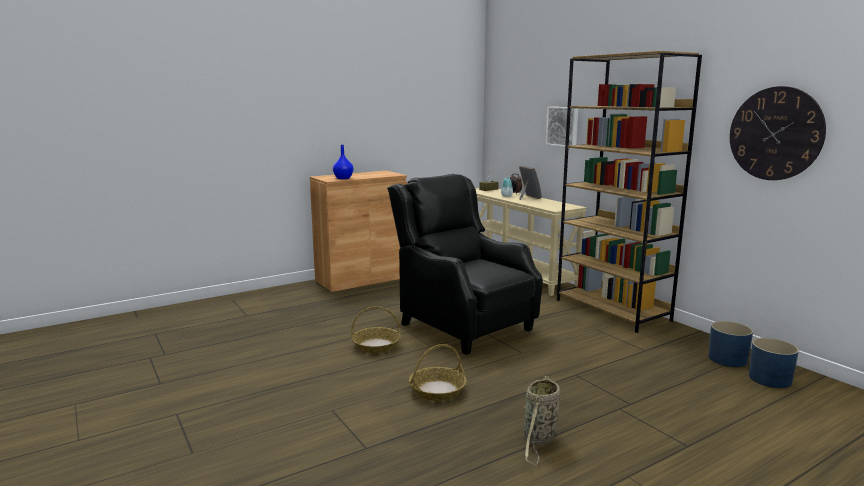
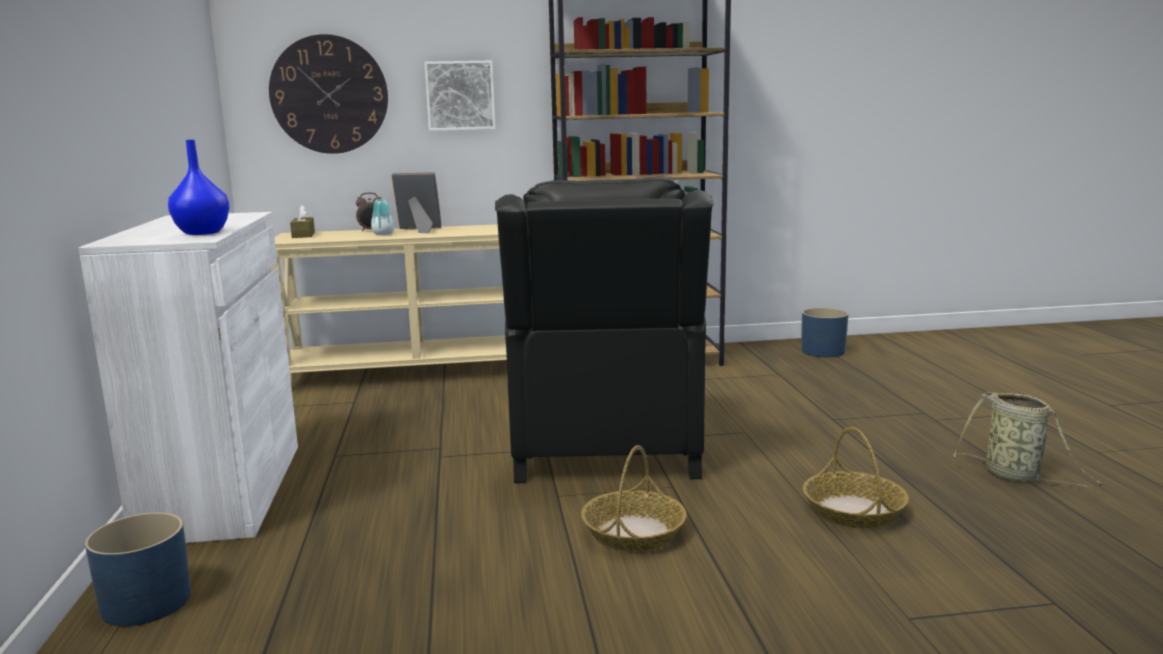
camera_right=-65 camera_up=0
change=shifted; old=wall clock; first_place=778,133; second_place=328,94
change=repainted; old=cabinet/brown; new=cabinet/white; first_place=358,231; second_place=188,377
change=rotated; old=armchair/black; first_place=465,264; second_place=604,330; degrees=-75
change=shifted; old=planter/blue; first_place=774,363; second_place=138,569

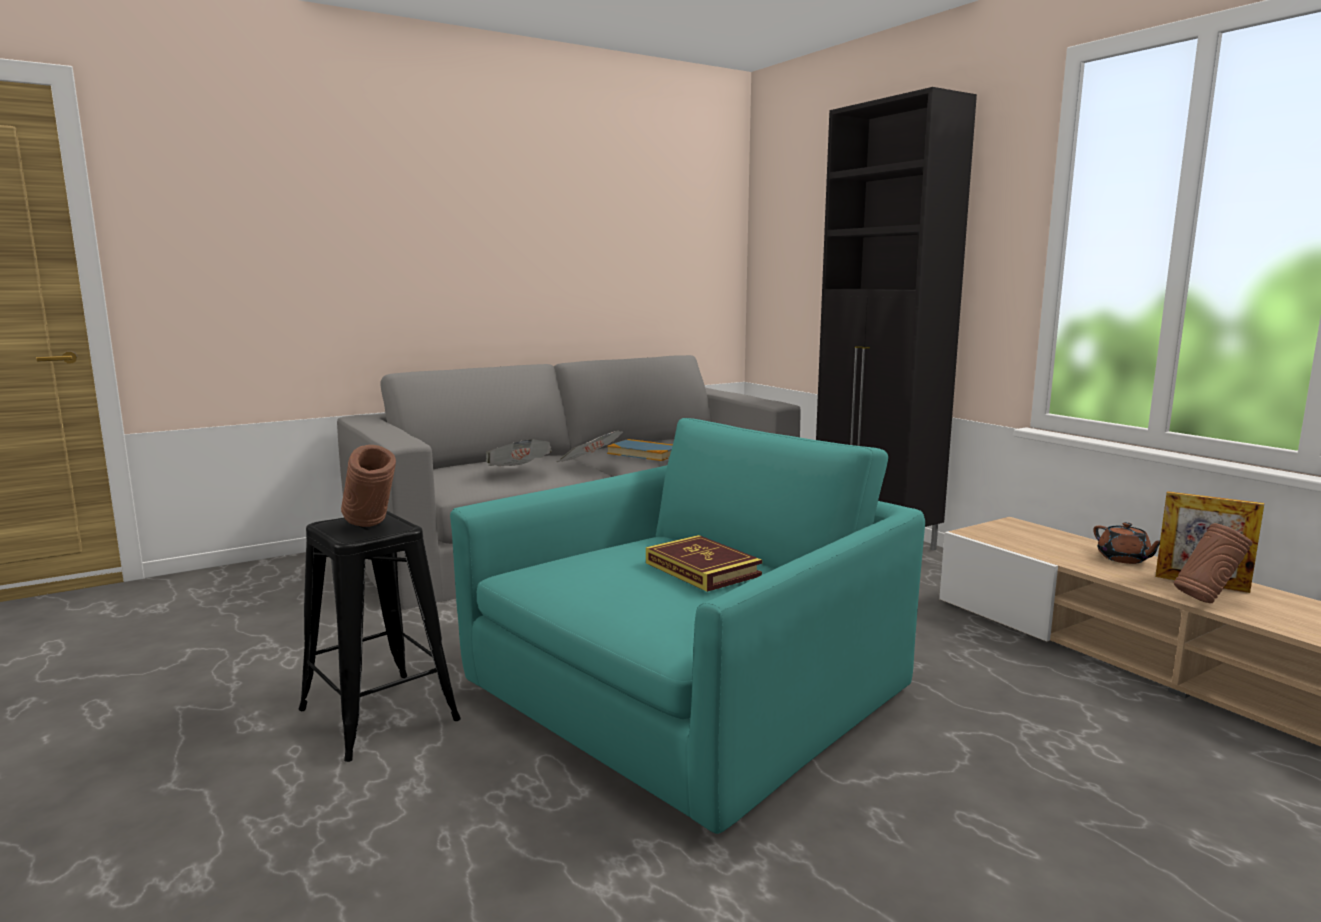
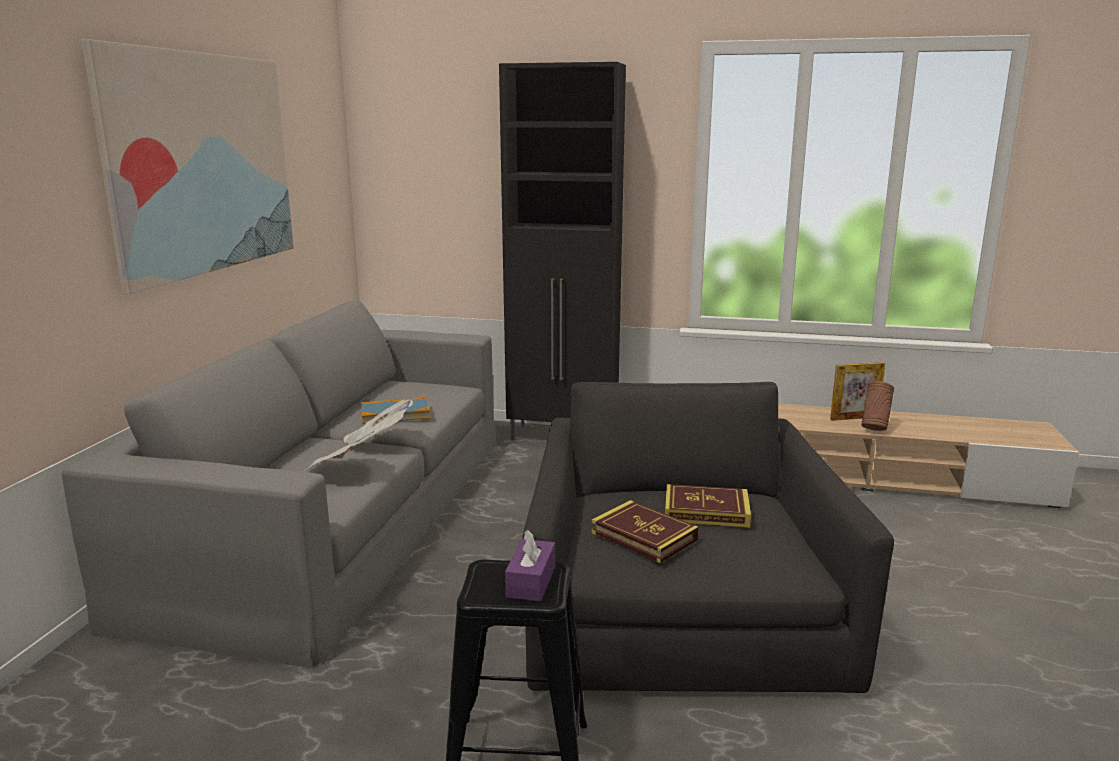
camera_right=-45 camera_up=5
change=repainted; old=armchair/turquoise; new=armchair/black; first_place=687,626; second_place=708,537
change=swapped; old=vase/brown; new=tissue box/purple; first_place=368,486; second_place=530,566
change=gone; old=teapot/brown; first_place=1126,543
change=new; new=picture; second_place=187,167
change=new; new=book; second_place=645,531

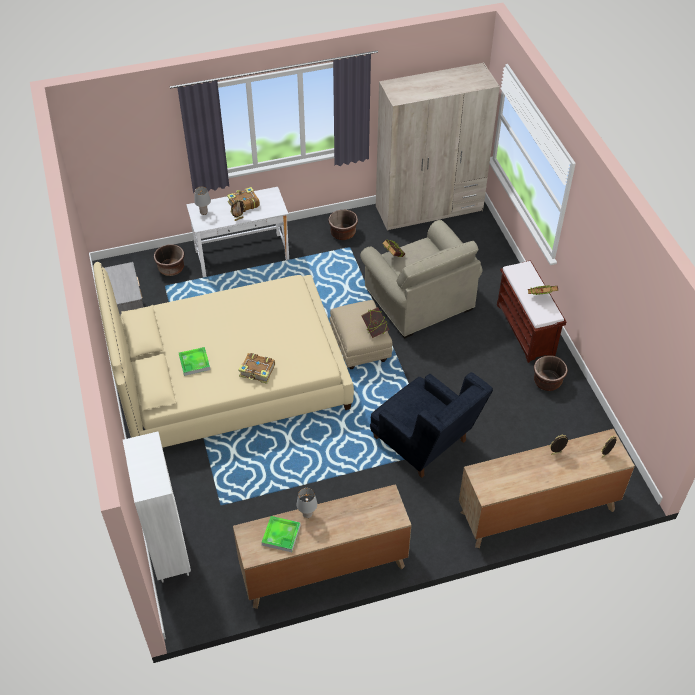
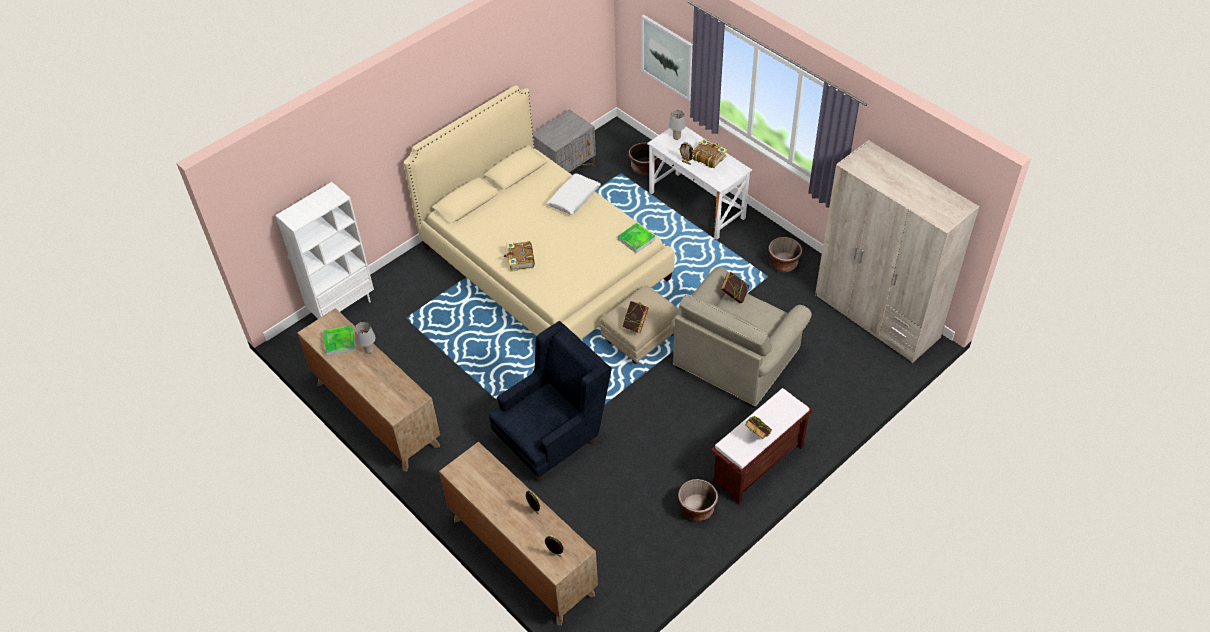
camera_right=65 camera_up=0
change=shifted; old=tray; first_place=194,361; second_place=636,238
change=rotated; old=armchair/blue; first_place=431,425; second_place=550,401; degrees=-150
change=new; new=picture; second_place=667,58
change=new; new=pillow/white; second_place=573,194

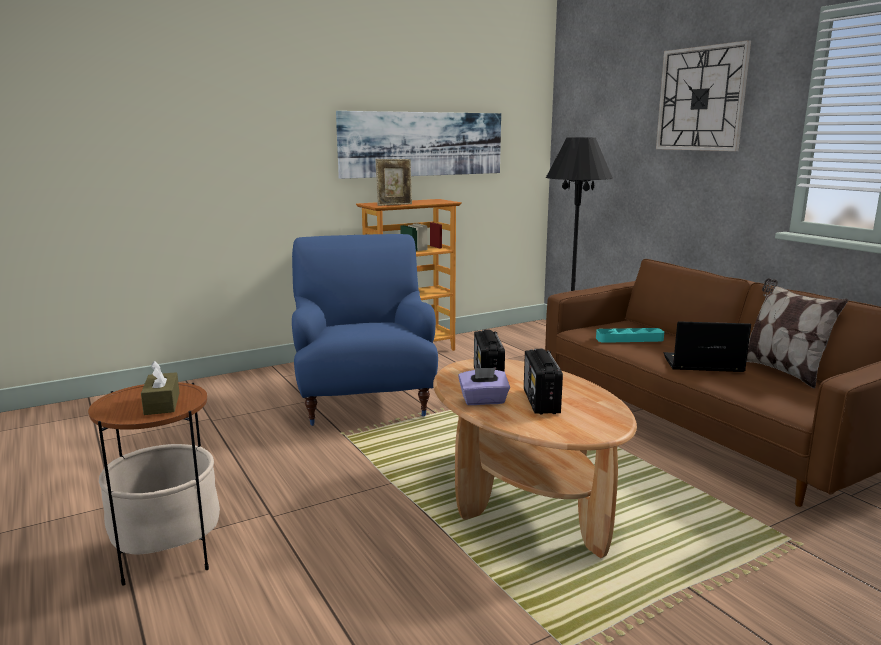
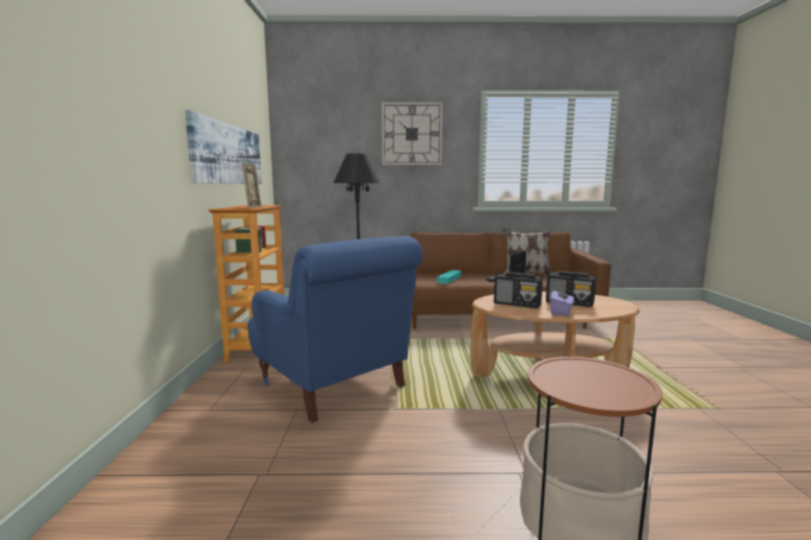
camera_right=-60 camera_up=-5
change=rotated; old=armchair/blue; first_place=365,330; second_place=335,329; degrees=-150
change=gone; old=tissue box/brown; first_place=160,388

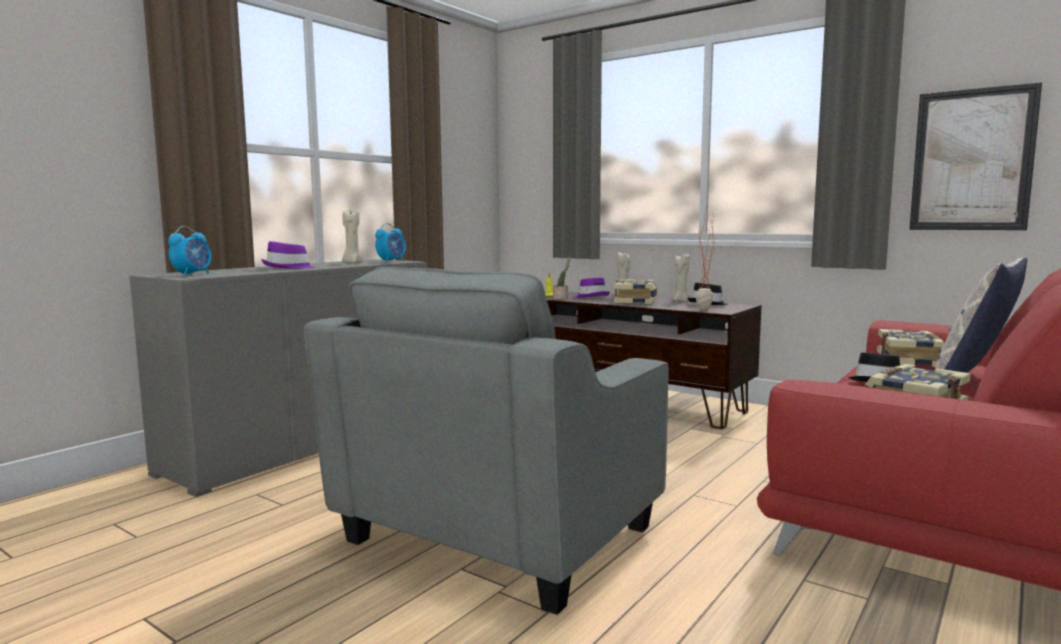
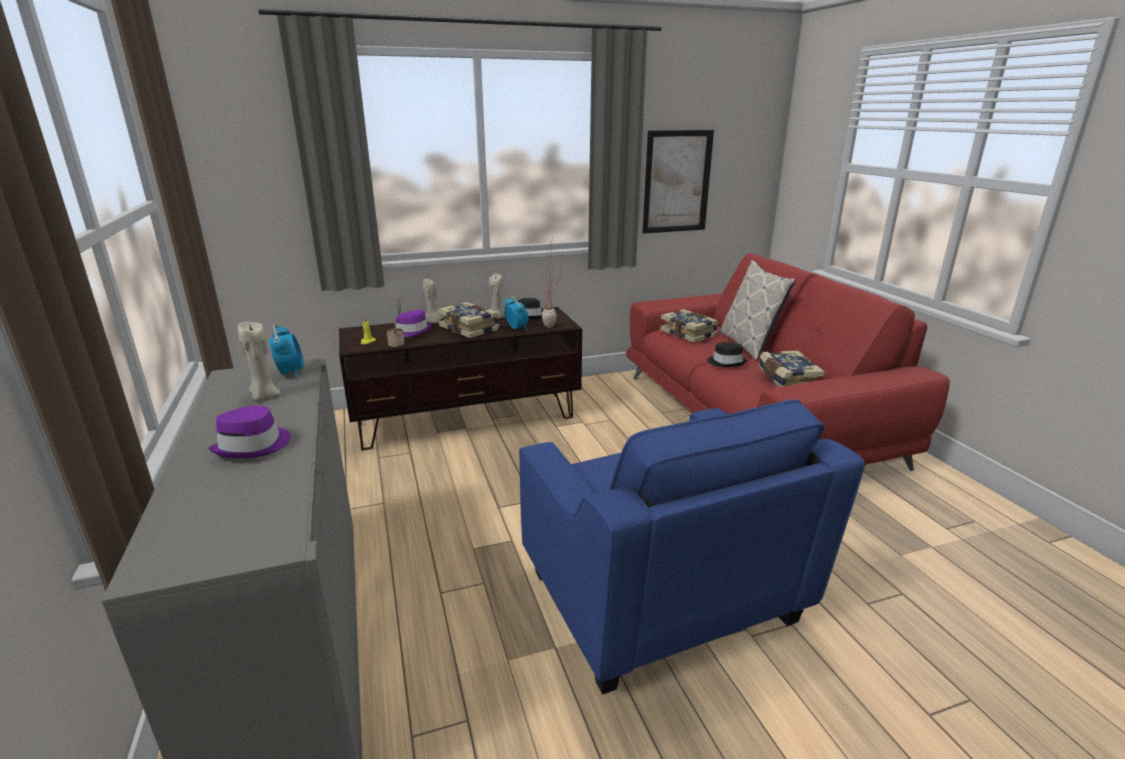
camera_right=-55 camera_up=15
change=shifted; old=alarm clock; first_place=189,251; second_place=517,313
change=repainted; old=armchair/grey; new=armchair/blue; first_place=486,441; second_place=692,547

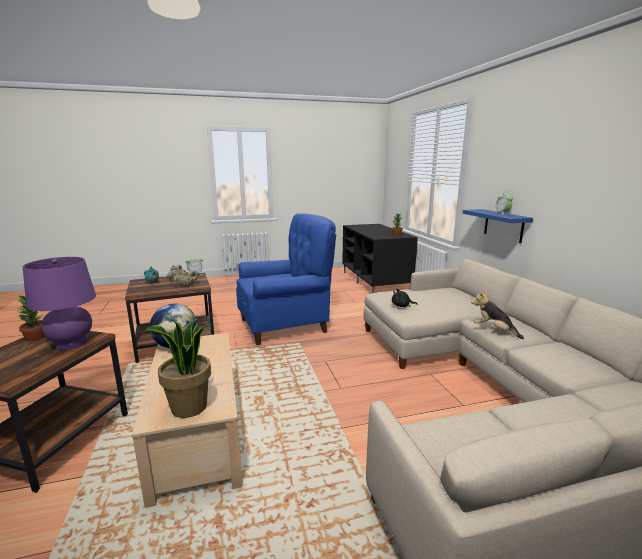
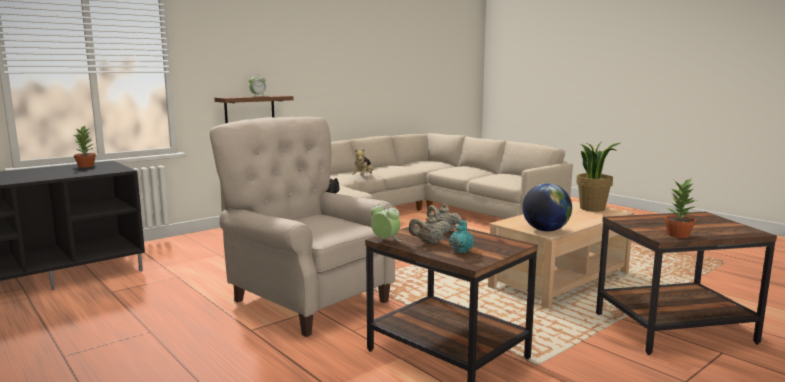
camera_right=-115 camera_up=-5
change=repainted; old=shelf/blue; new=shelf/brown; first_place=498,226; second_place=253,109
change=repainted; old=armchair/blue; new=armchair/beige; first_place=286,279; second_place=302,227
change=gone; old=table lamp/purple; first_place=59,303

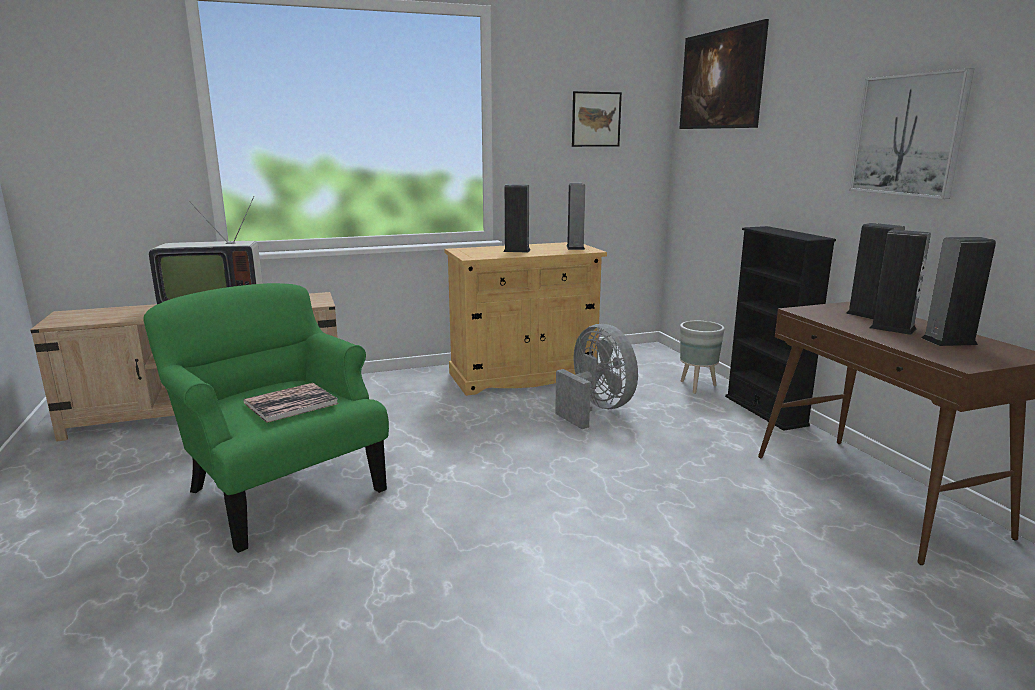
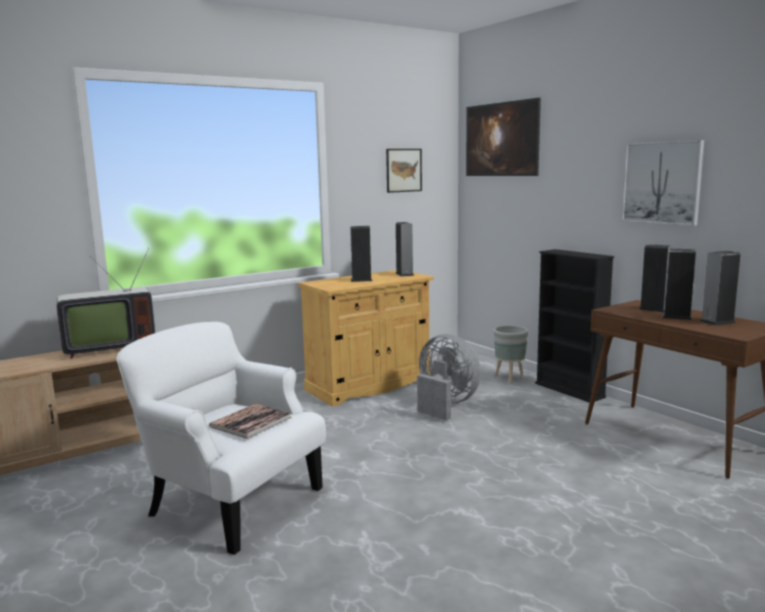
camera_right=-15 camera_up=-5
change=repainted; old=armchair/green; new=armchair/white; first_place=266,418; second_place=221,438

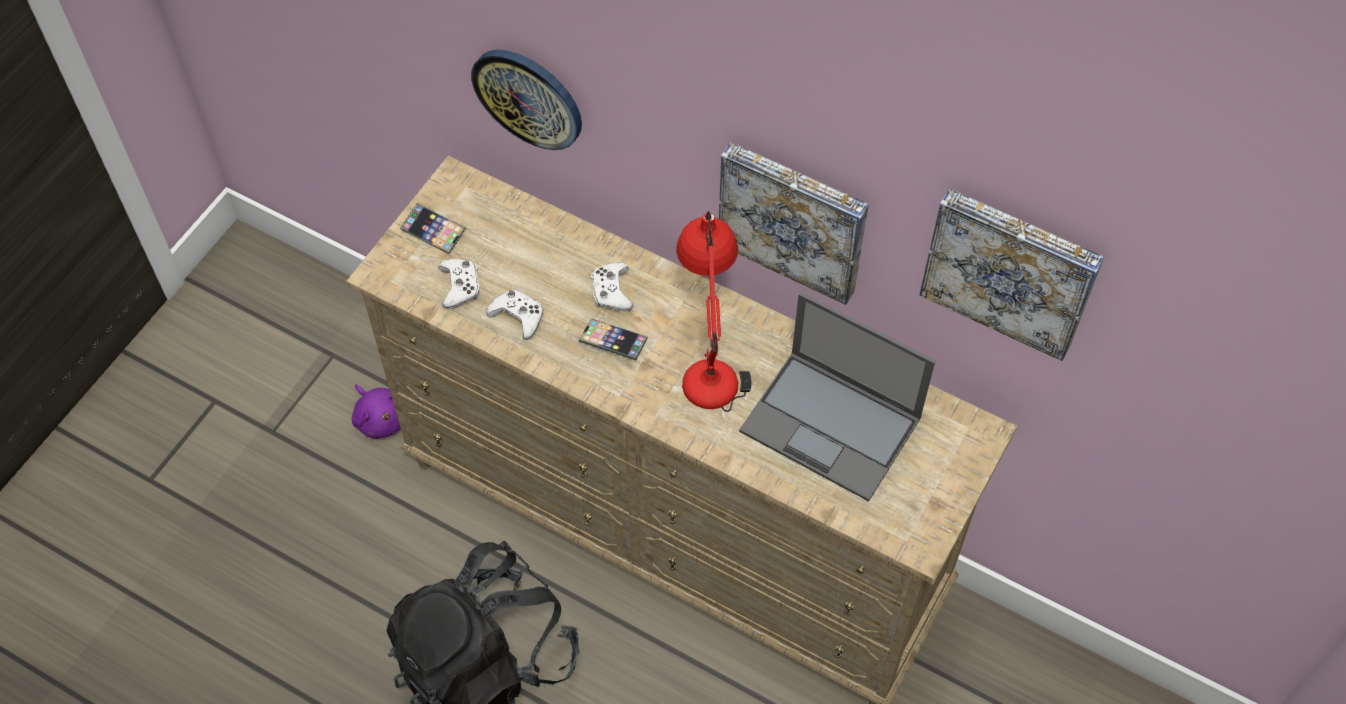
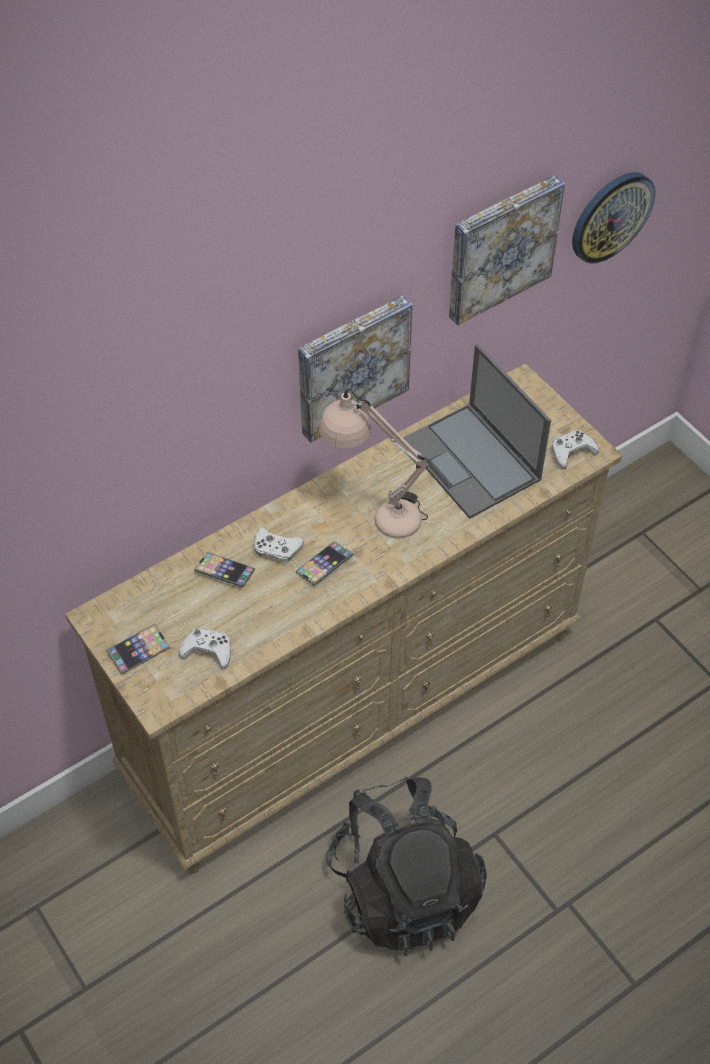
camera_right=-65 camera_up=-5
change=shifted; old=wall clock; first_place=526,100; second_place=613,218
change=repainted; old=table lamp/red; new=table lamp/beige; first_place=714,311; second_place=374,464
change=shifted; old=game controller/white; first_place=514,314; second_place=575,449
change=rotated; old=laptop; first_place=837,397; second_place=477,431; degrees=90
change=gone; old=plush toy/purple; first_place=376,411
change=new; new=phone; second_place=224,569

